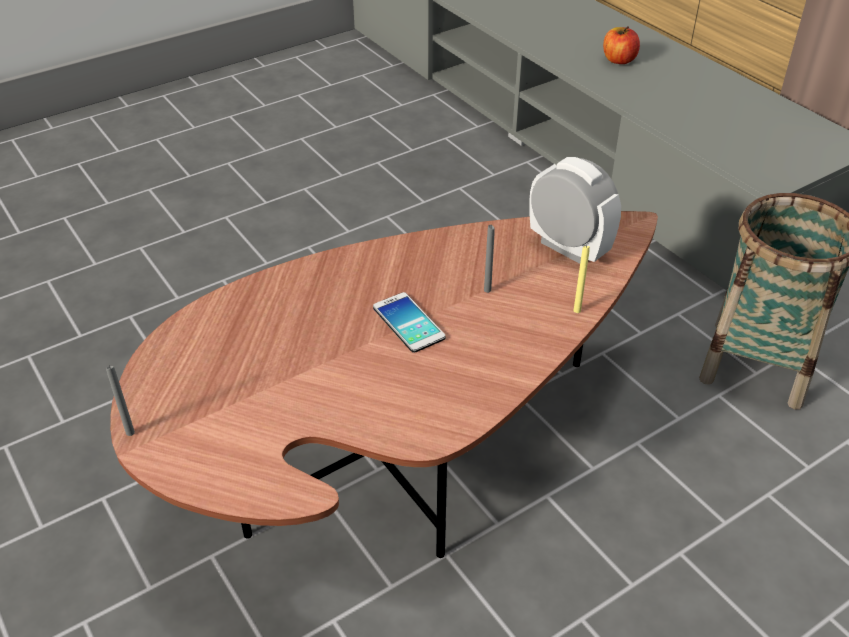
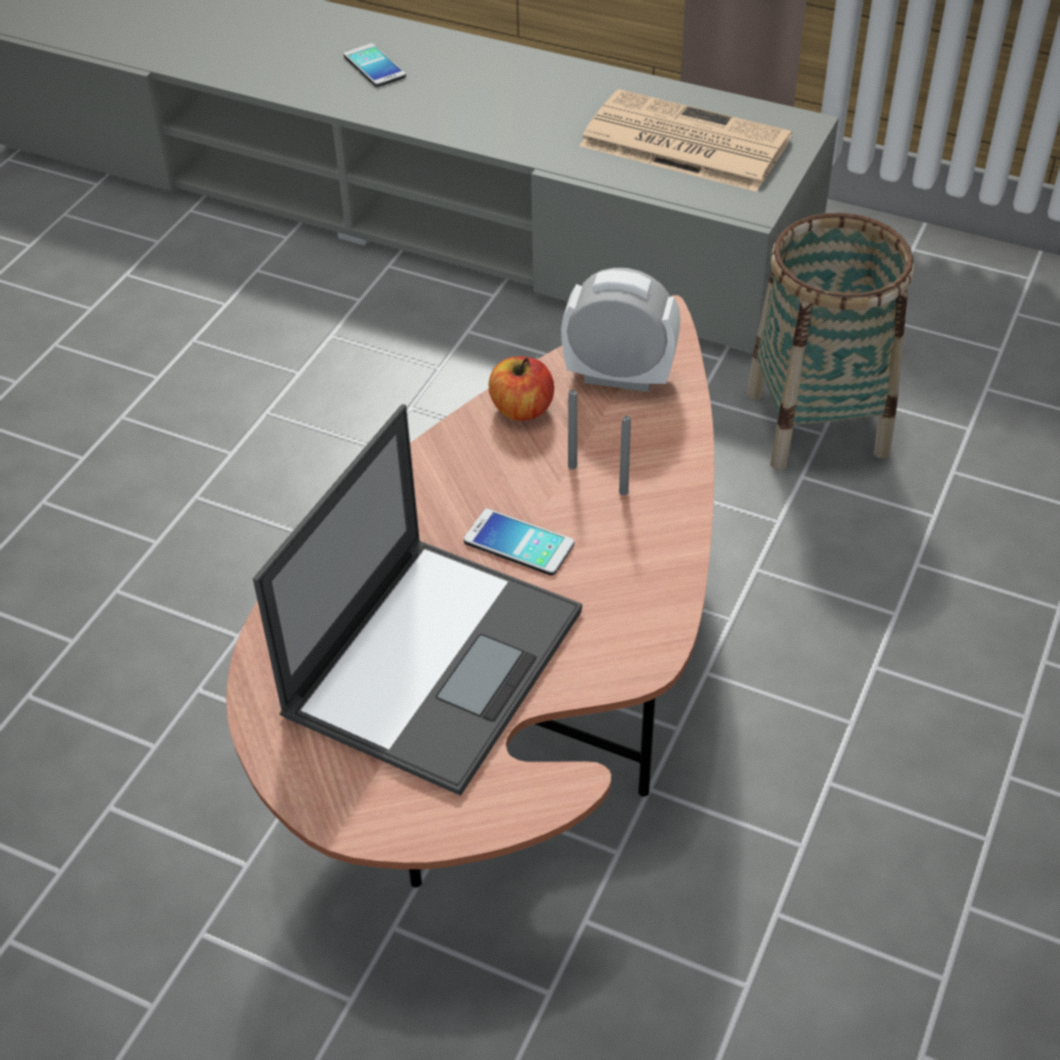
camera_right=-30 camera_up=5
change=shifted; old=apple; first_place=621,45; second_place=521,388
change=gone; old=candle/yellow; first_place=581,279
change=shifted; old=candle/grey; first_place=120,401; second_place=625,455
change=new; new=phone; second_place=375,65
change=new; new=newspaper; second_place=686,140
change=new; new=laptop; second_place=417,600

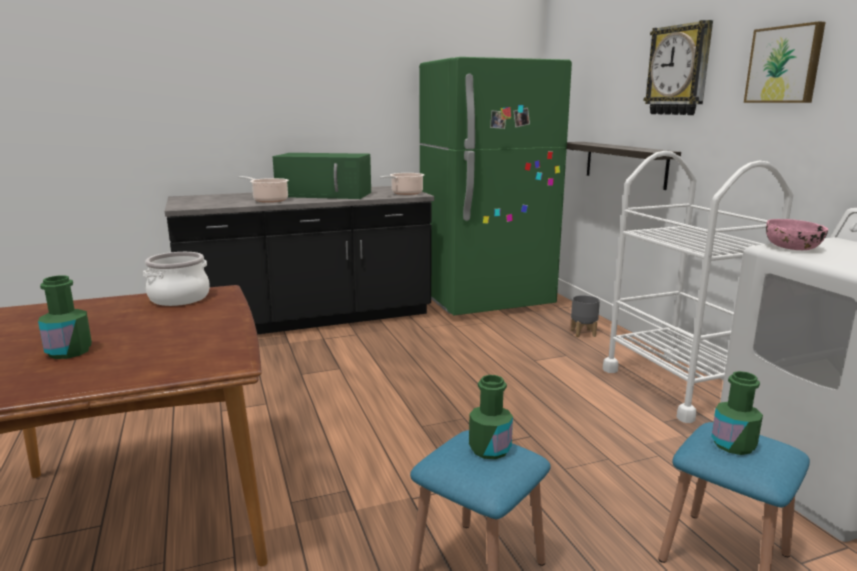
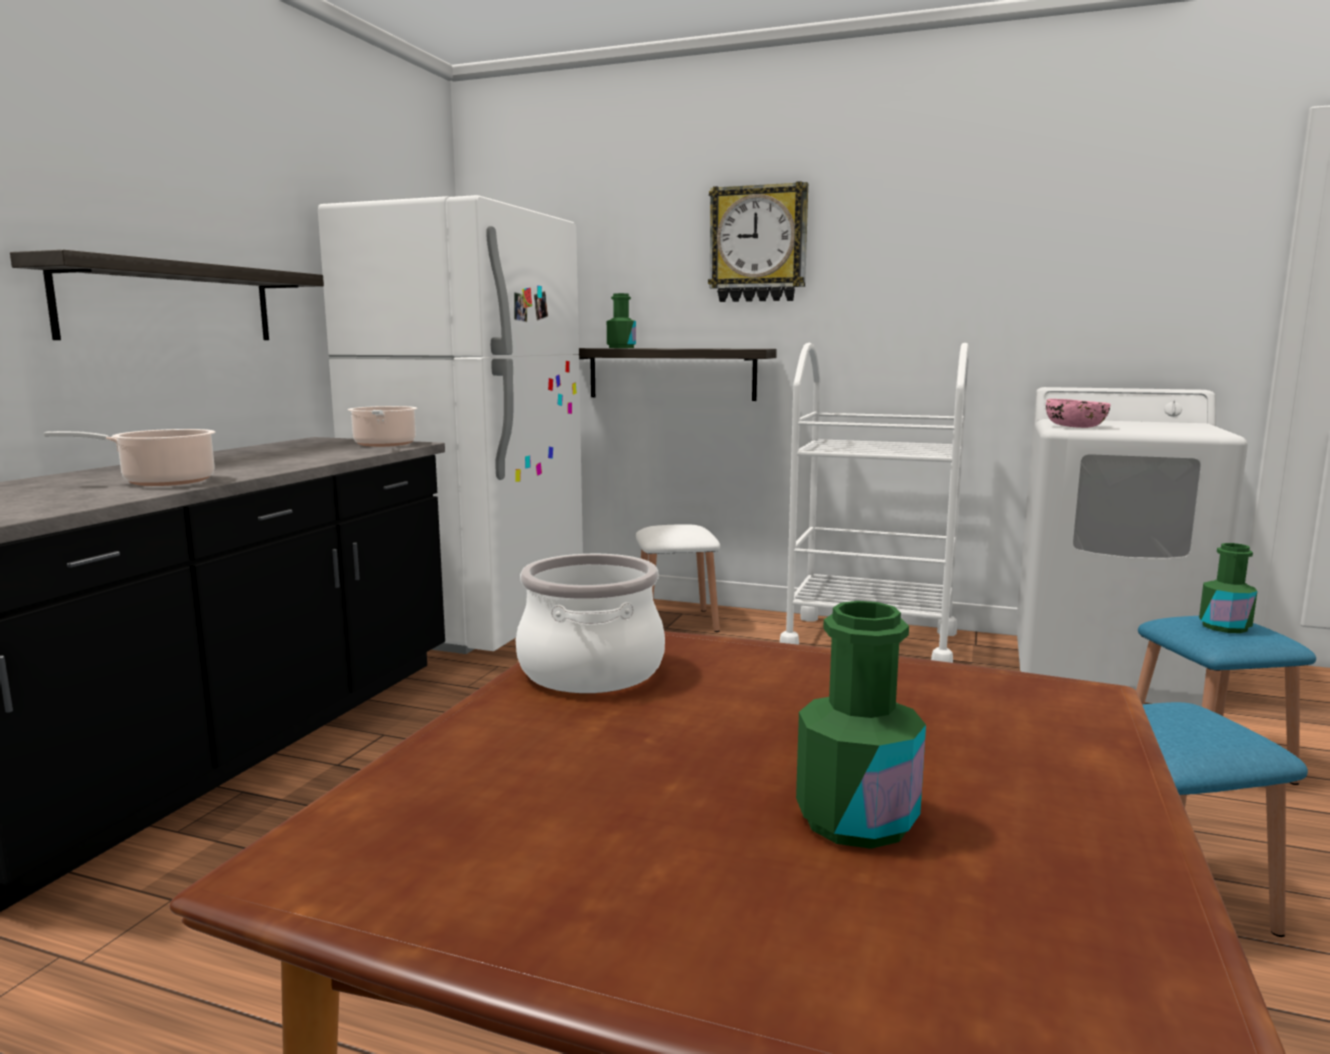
camera_right=-50 camera_up=-5
change=gone; old=picture; first_place=785,62
change=repainted; old=fridge/green; new=fridge/white; first_place=495,186; second_place=450,424
change=gone; old=microwave/green; first_place=322,176
change=swapped; old=planter/grey; new=stool/white; first_place=585,316; second_place=678,578
change=shifted; old=bottle/green; first_place=491,417; second_place=621,320
change=new; new=shelf; second_place=167,295

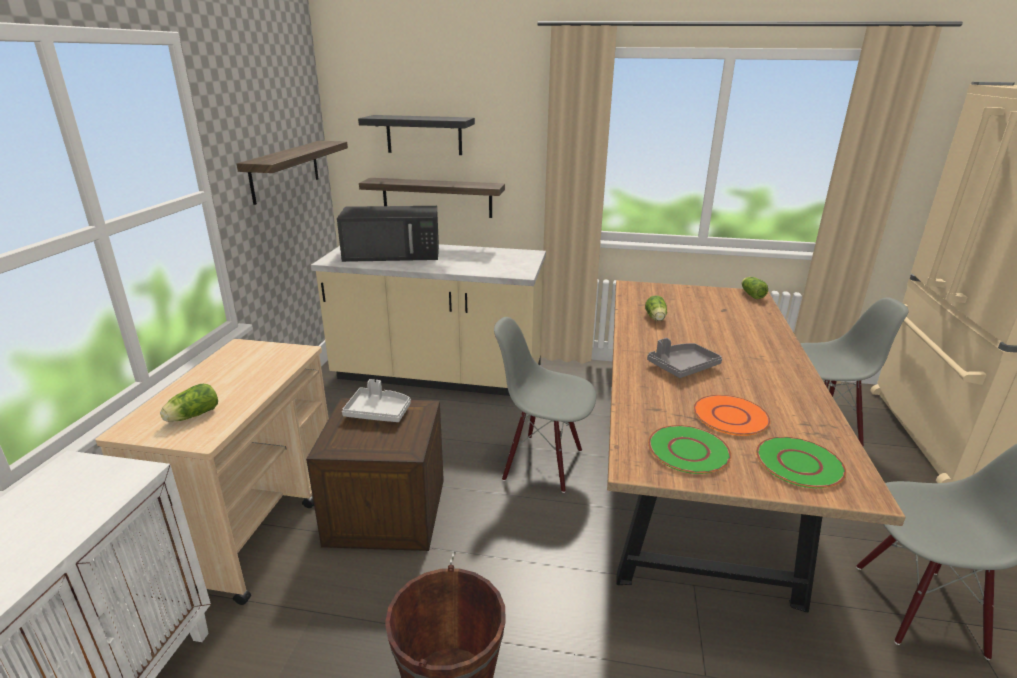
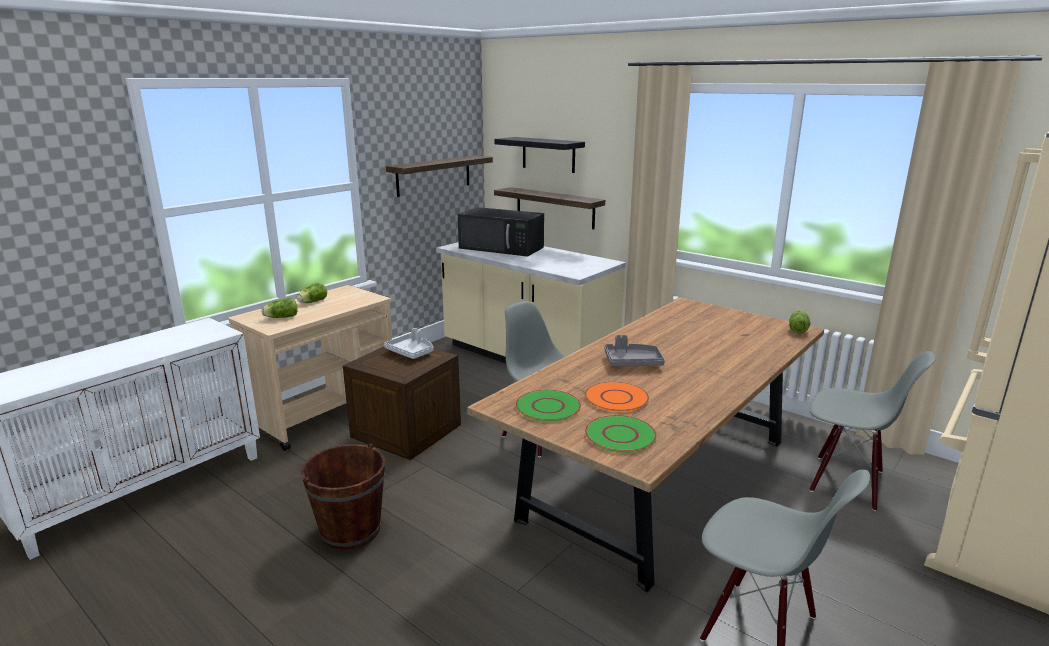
camera_right=30 camera_up=-5
change=shifted; old=lettuce; first_place=656,308; second_place=312,293

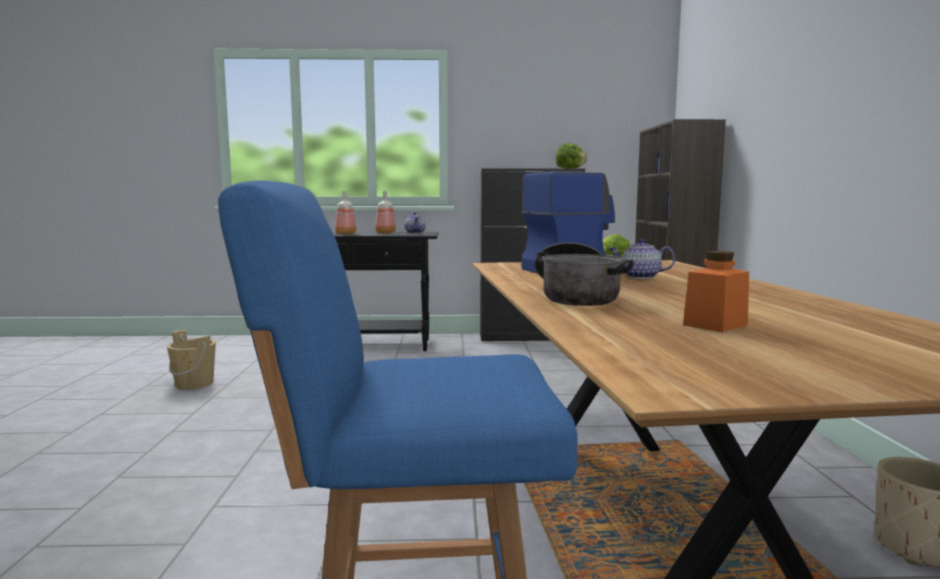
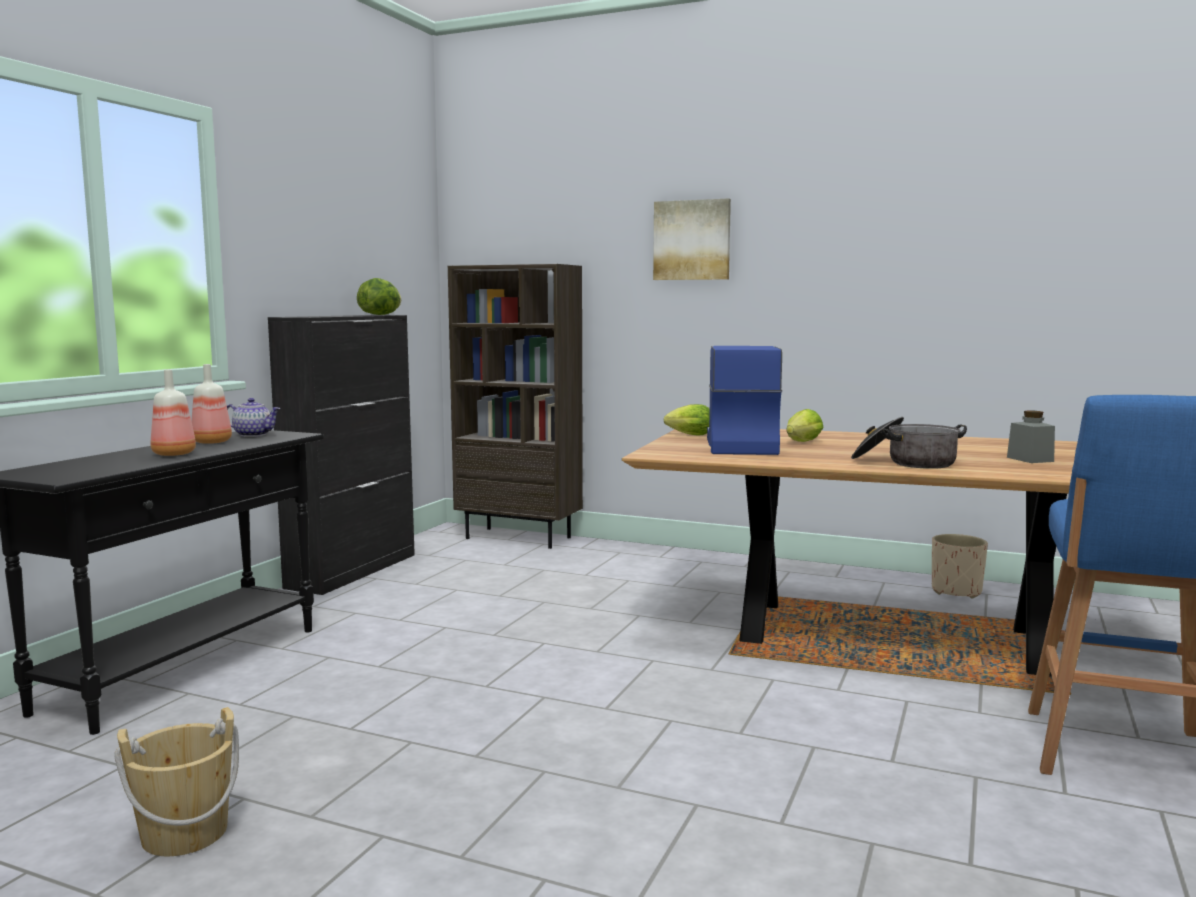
camera_right=-65 camera_up=0
change=swapped; old=teapot; new=lettuce; first_place=641,259; second_place=805,425
change=repainted; old=jar/orange; new=jar/grey; first_place=716,291; second_place=1031,436
change=new; new=picture; second_place=692,239

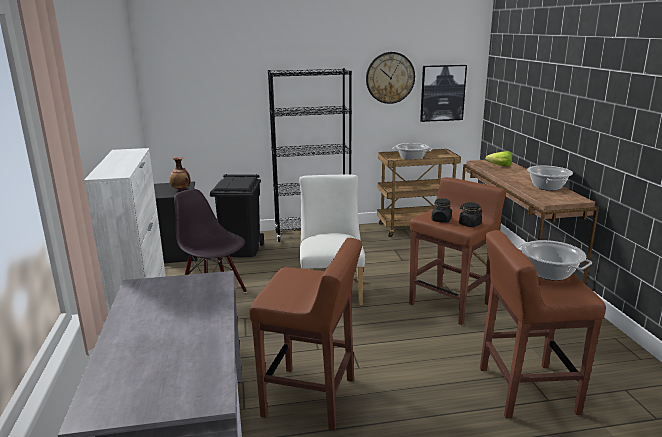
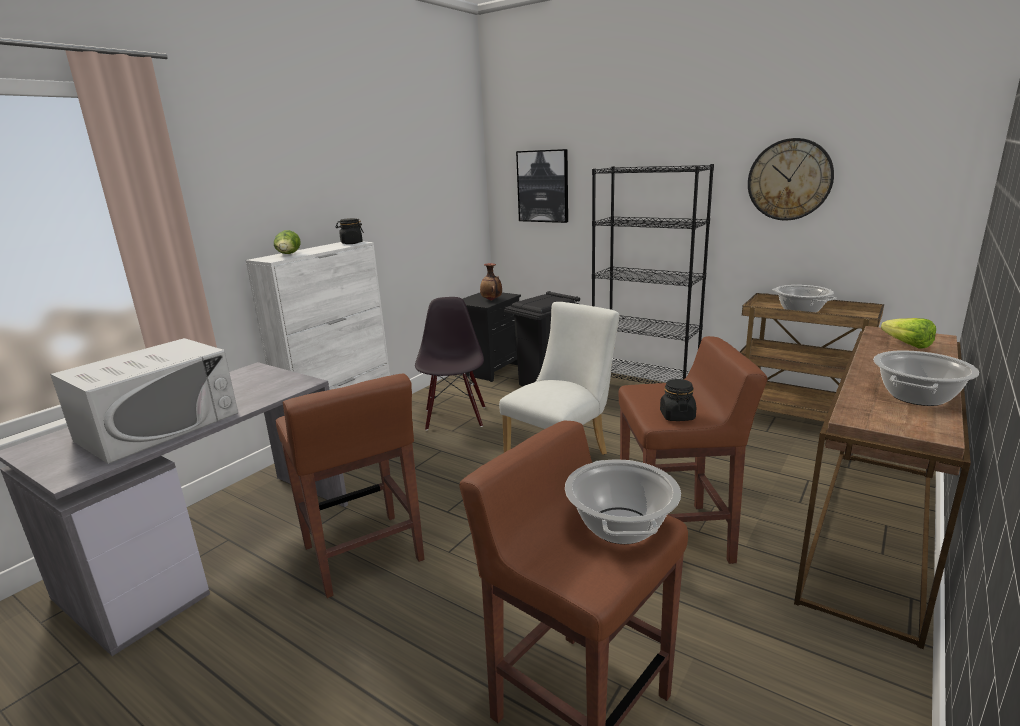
camera_right=45 camera_up=0
change=shifted; old=picture; first_place=443,93; second_place=542,186
change=shifted; old=jar/black; first_place=442,210; second_place=350,231
change=new; new=lettuce; second_place=287,242
change=new; new=microwave/white; second_place=144,401

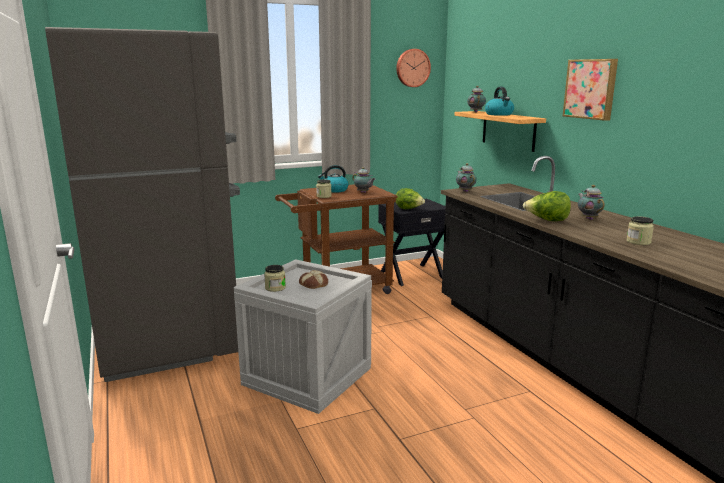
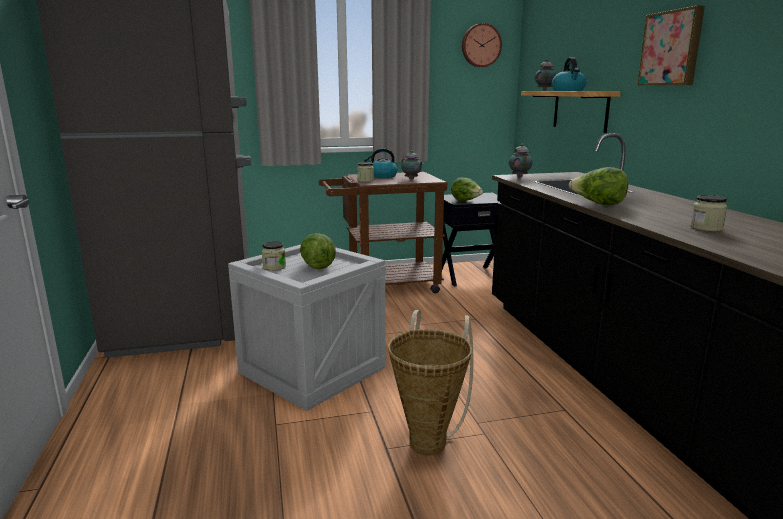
camera_right=10 camera_up=0
change=gone; old=teapot; first_place=591,202
change=swapped; old=bread; new=lettuce; first_place=313,279; second_place=318,251
change=new; new=basket; second_place=430,382

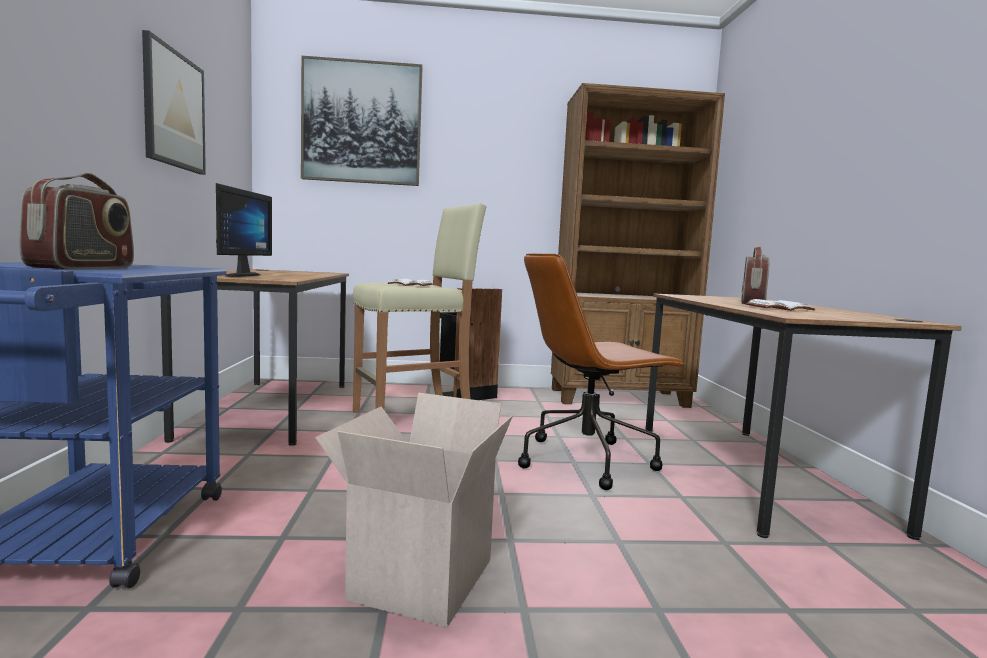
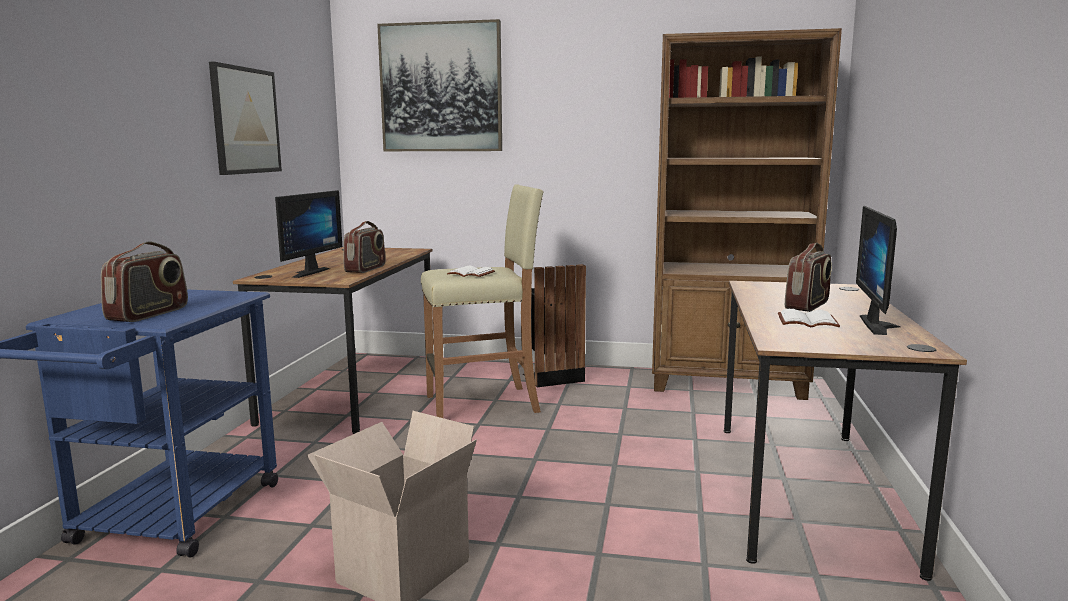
camera_right=15 camera_up=5
change=gone; old=office chair/brown; first_place=601,371
change=new; new=monitor; second_place=878,270
change=new; new=radio; second_place=364,247

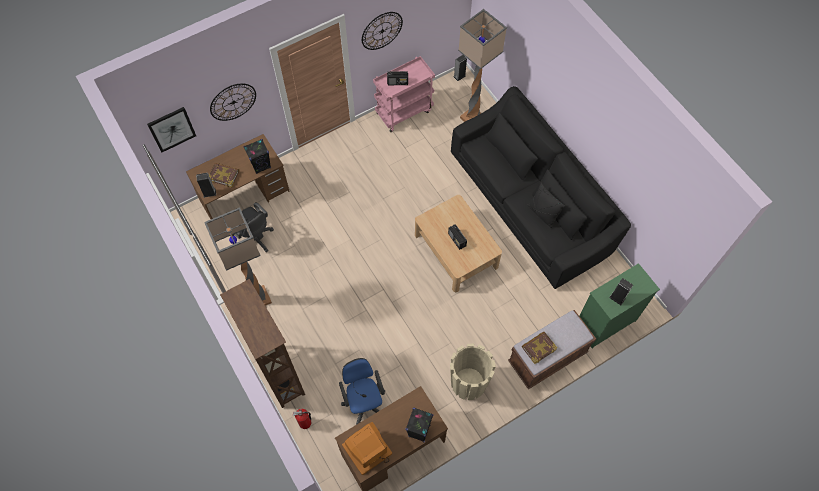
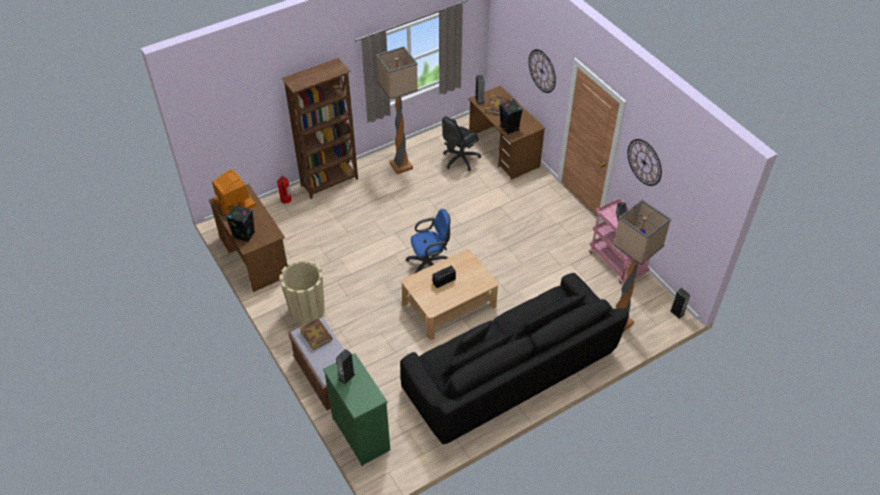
camera_right=90 camera_up=-15
change=gone; old=picture; first_place=171,130
change=shifted; old=office chair/blue; first_place=362,391; second_place=428,241

